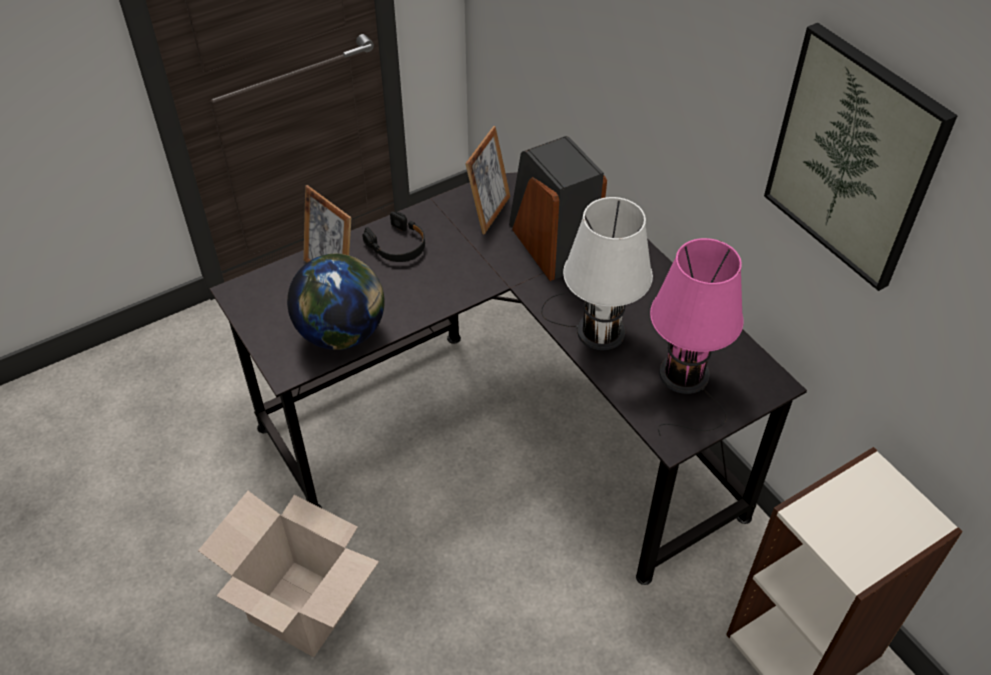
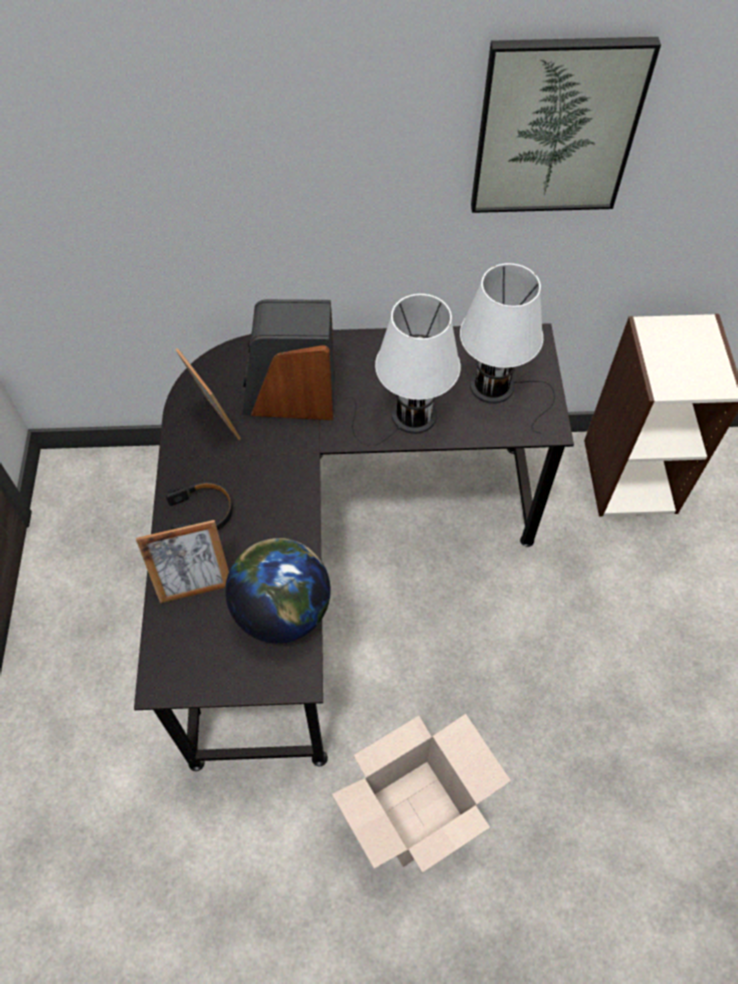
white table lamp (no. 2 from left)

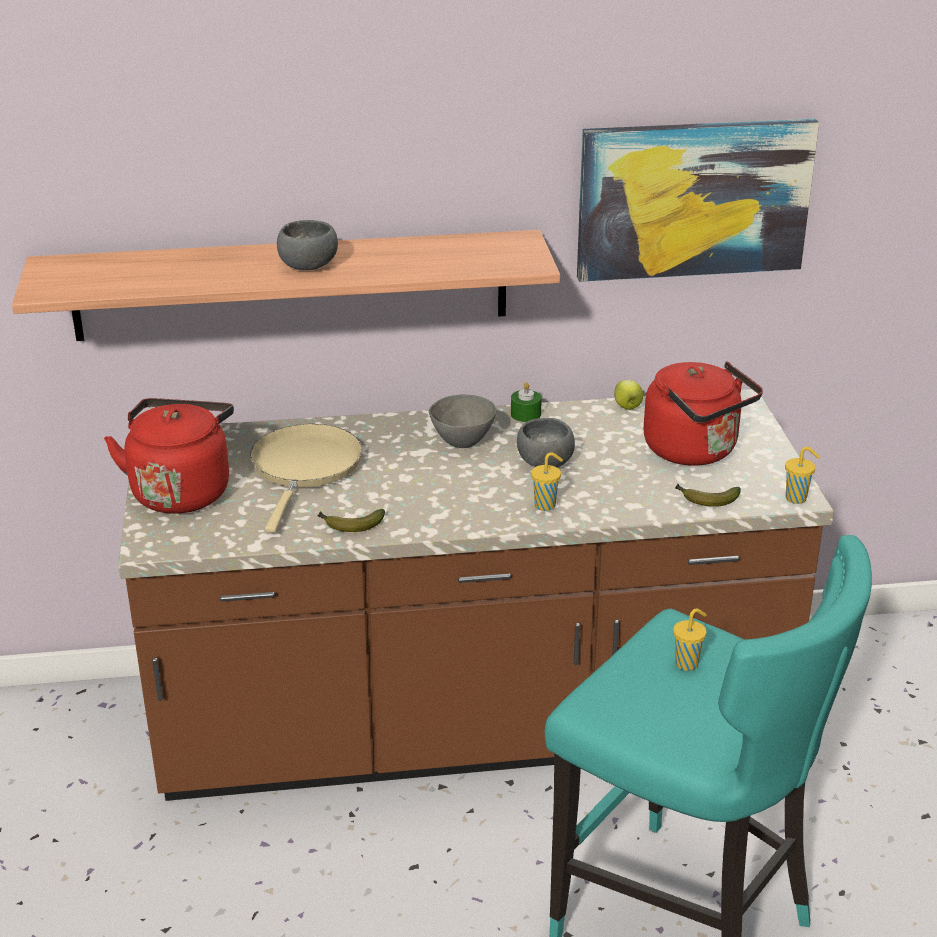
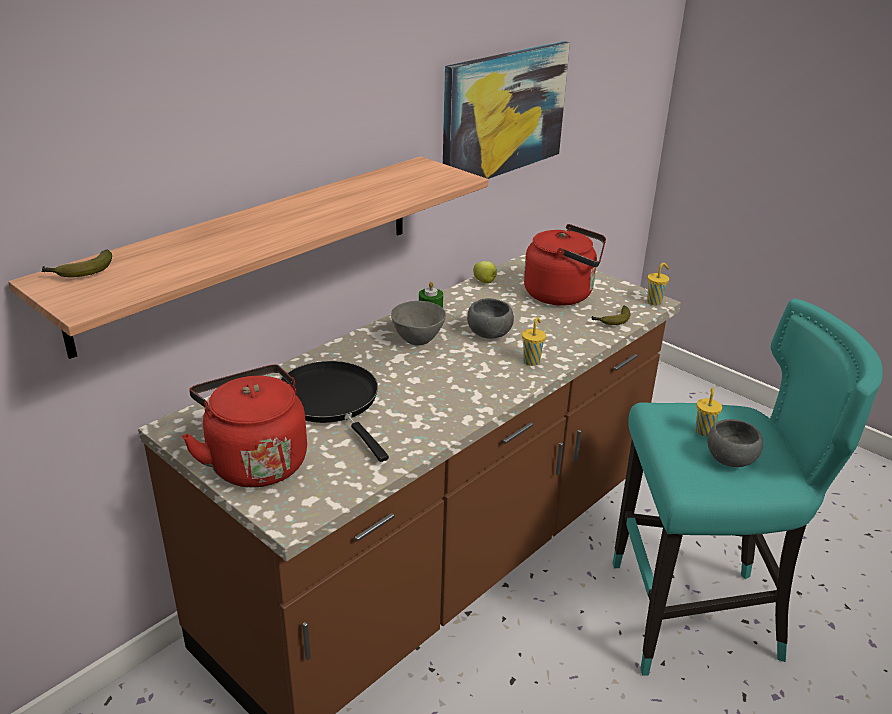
banana (no. 1 from left)
black frying pan
grey bowl (no. 3 from left)

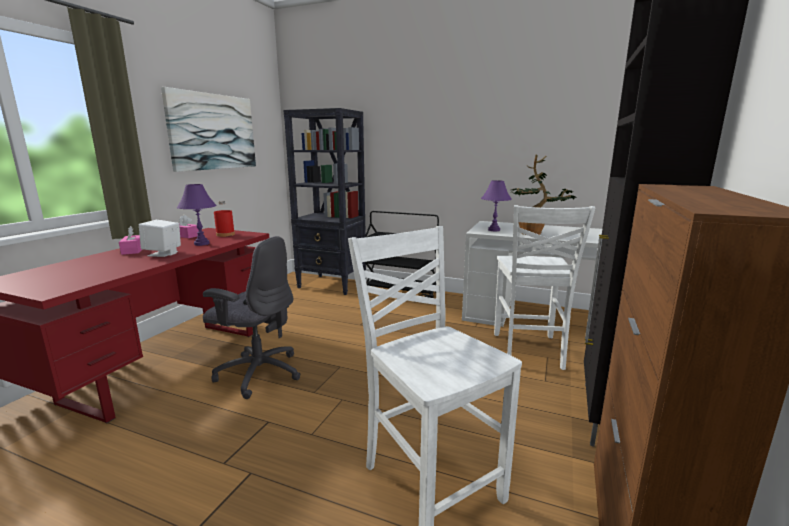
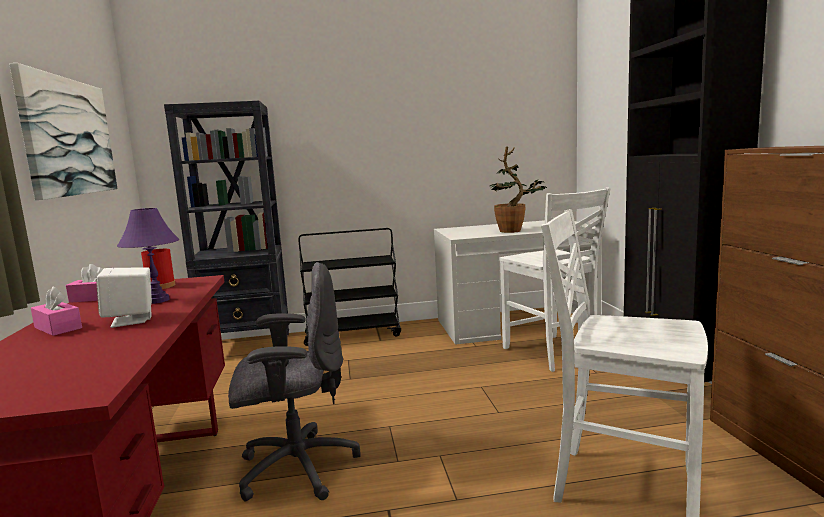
purple table lamp (no. 2 from left in the first image)

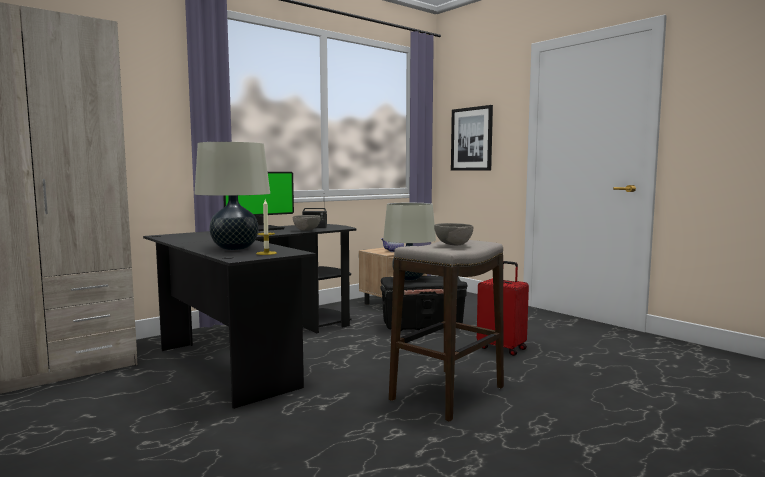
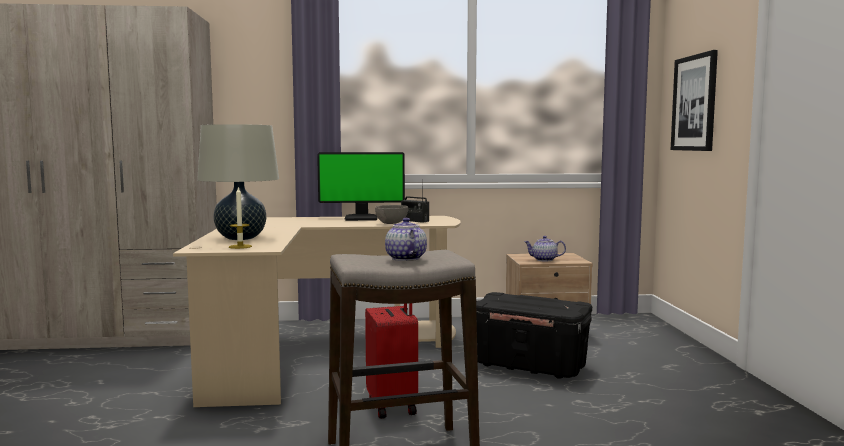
beige desk
red suitcase
teapot (no. 1 from left)
beige table lamp (no. 2 from left in the first image)

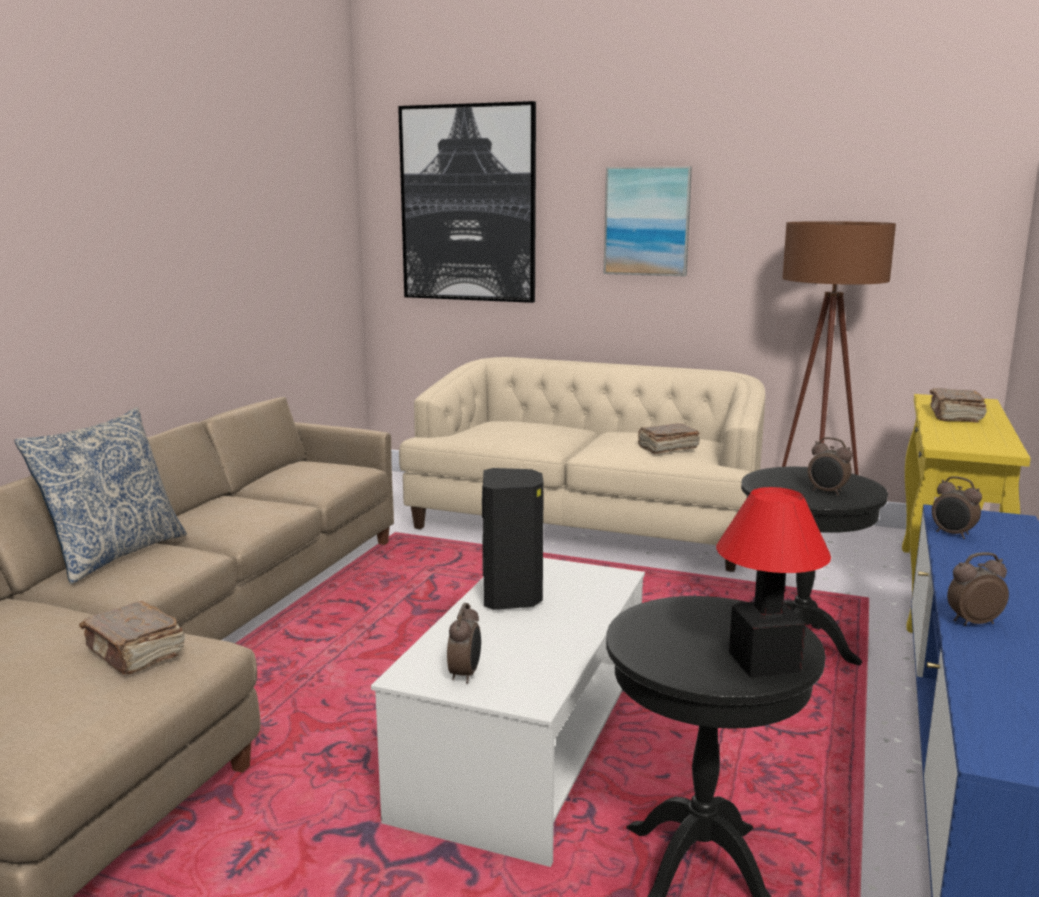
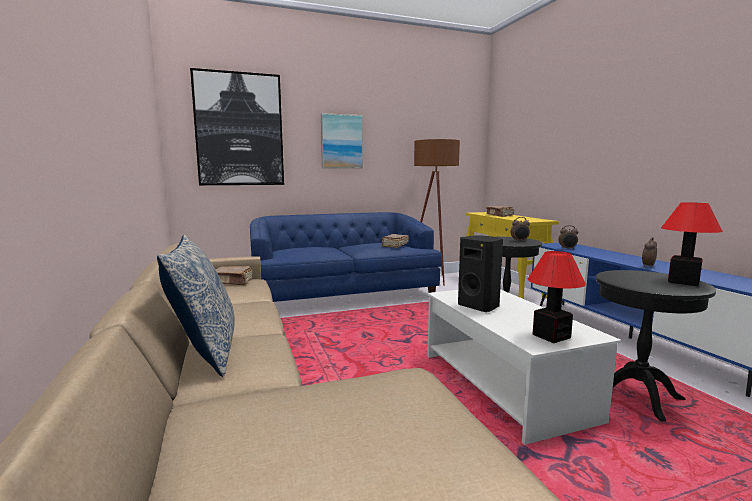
brown book (no. 1 from left)
blue sofa
table lamp (no. 1 from left)

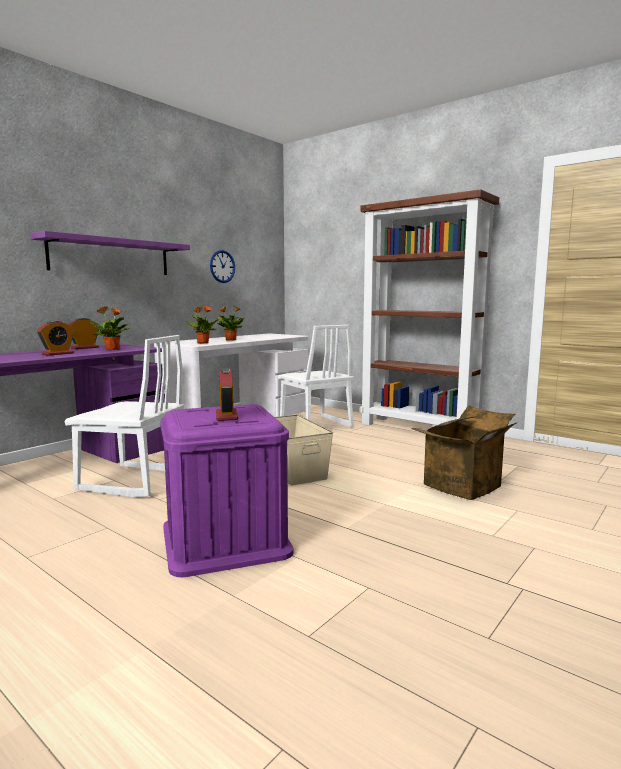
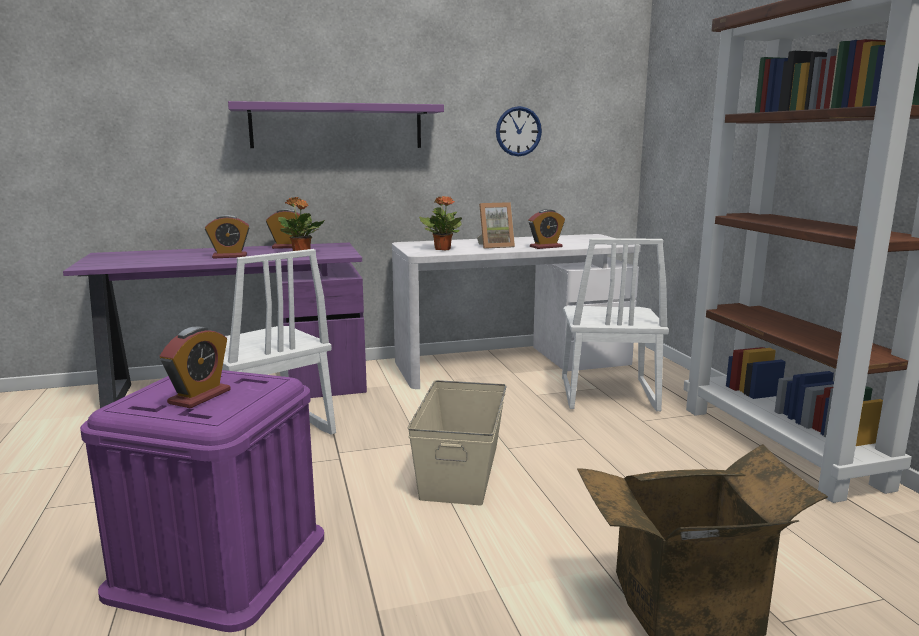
picture frame
alarm clock (no. 4 from left)

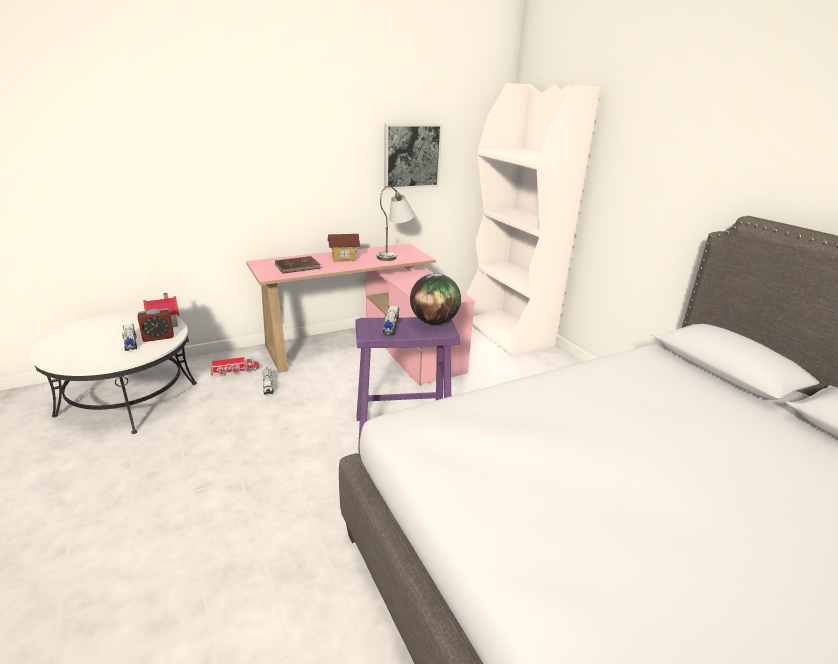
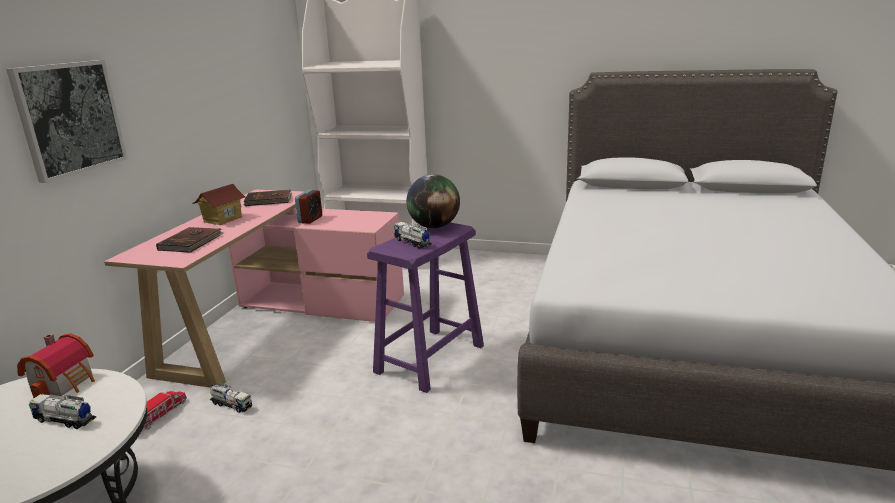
picture
brown book (no. 2 from left)
alarm clock

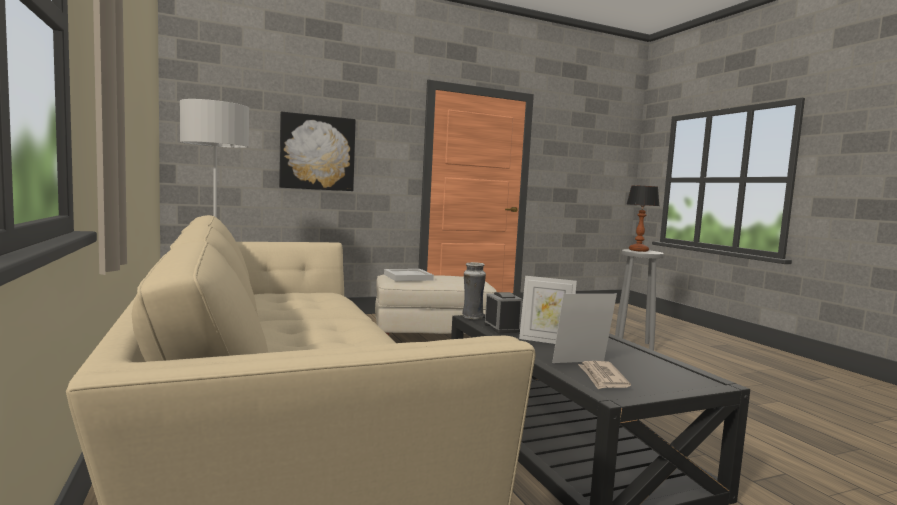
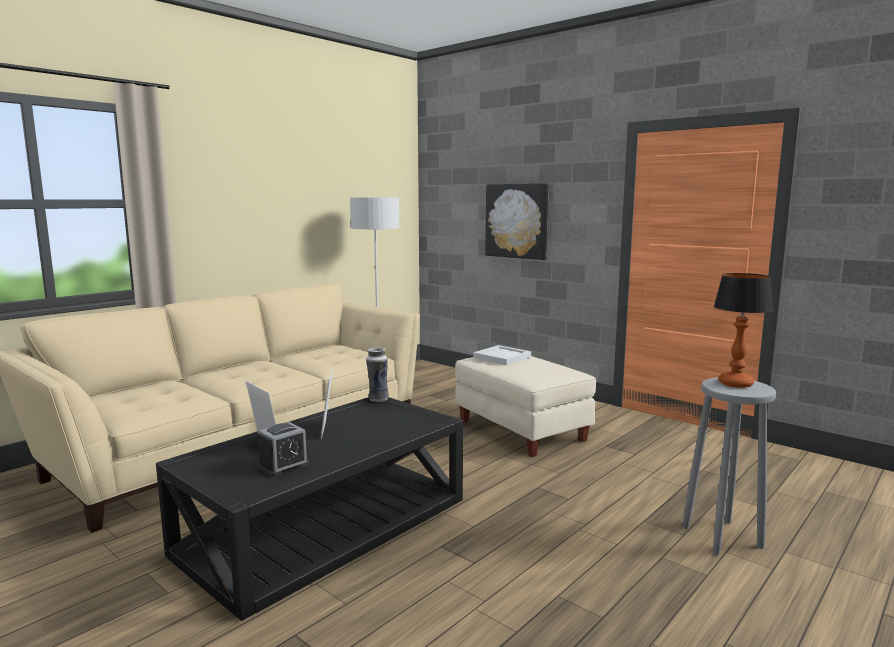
alarm clock
newspaper

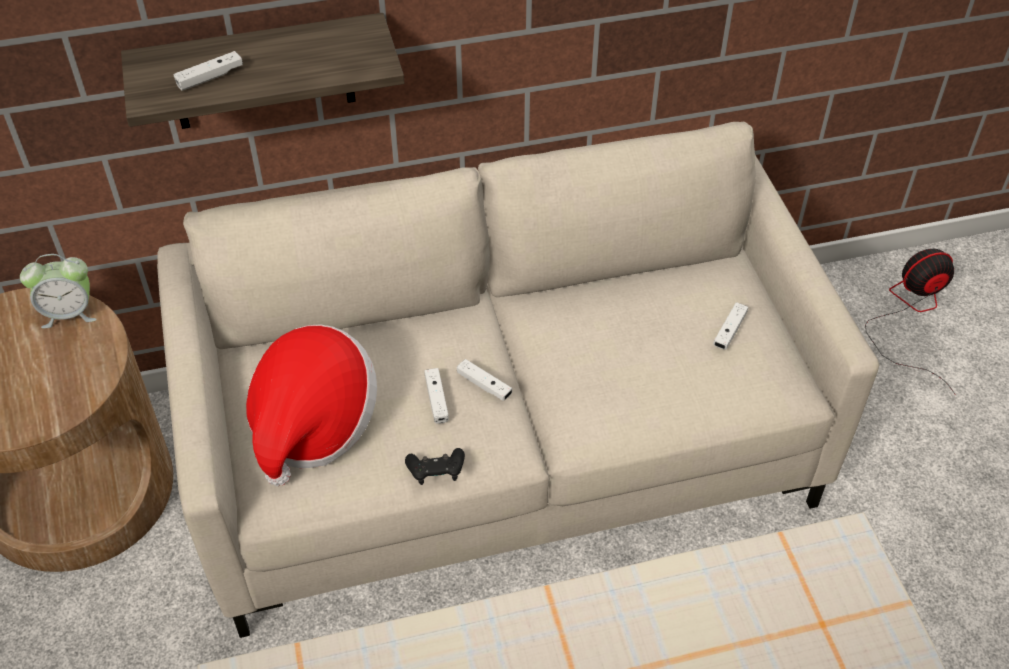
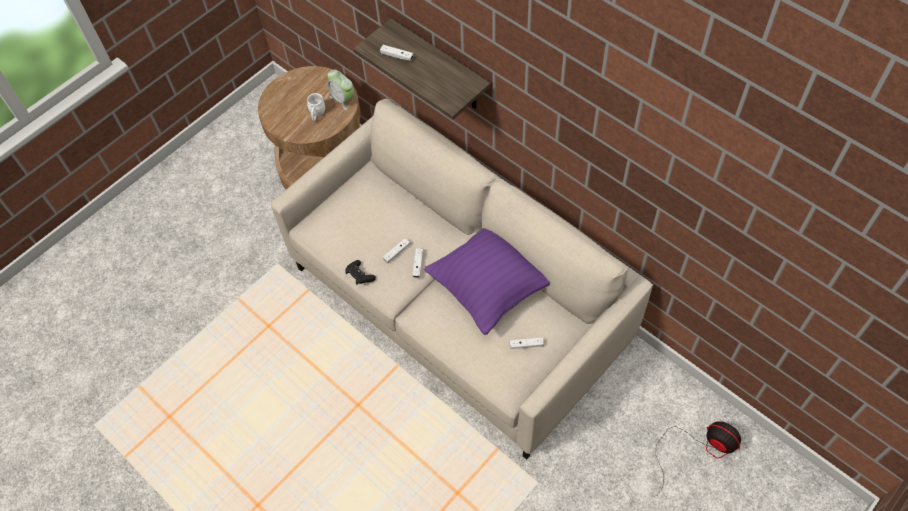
white mug
purple pillow
hat

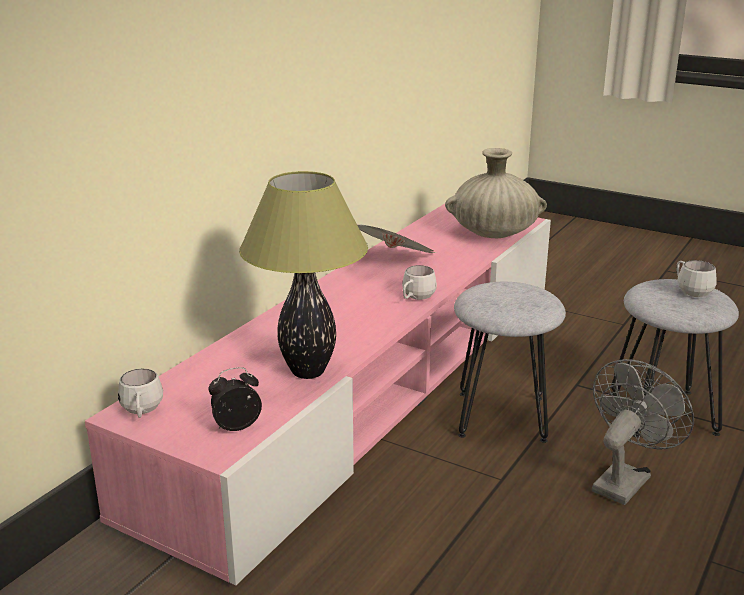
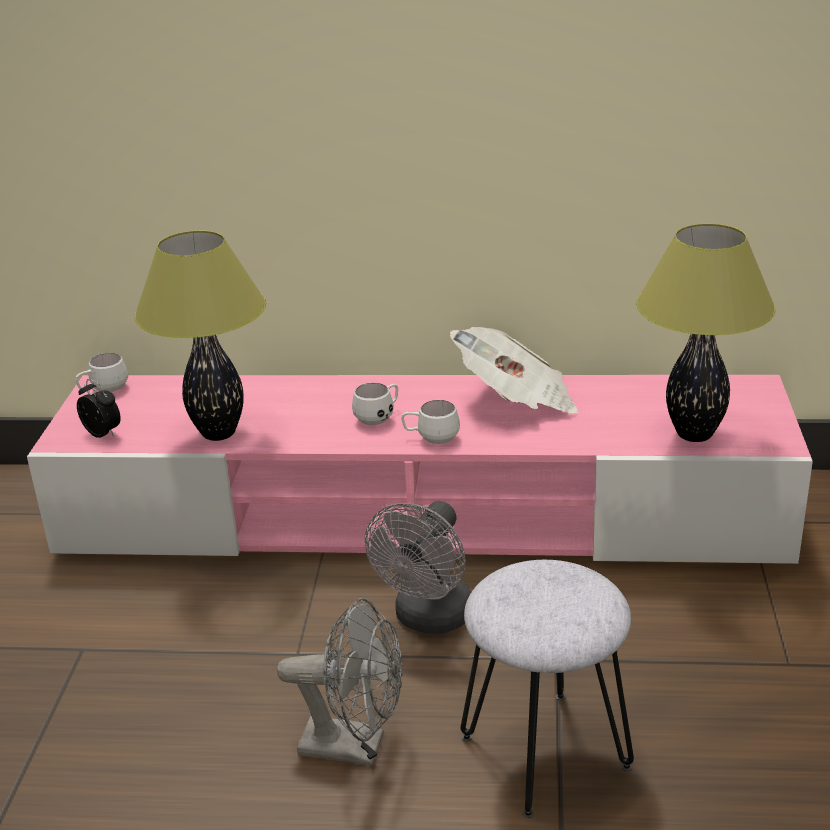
white mug (no. 2 from left)
grey fan (no. 2 from left)
table lamp (no. 2 from left)

